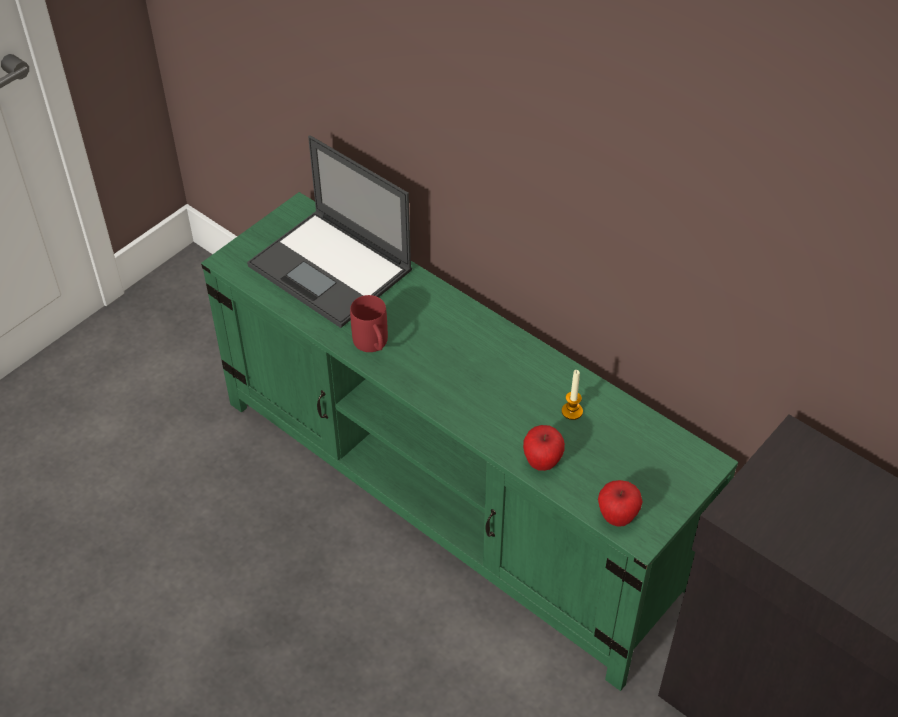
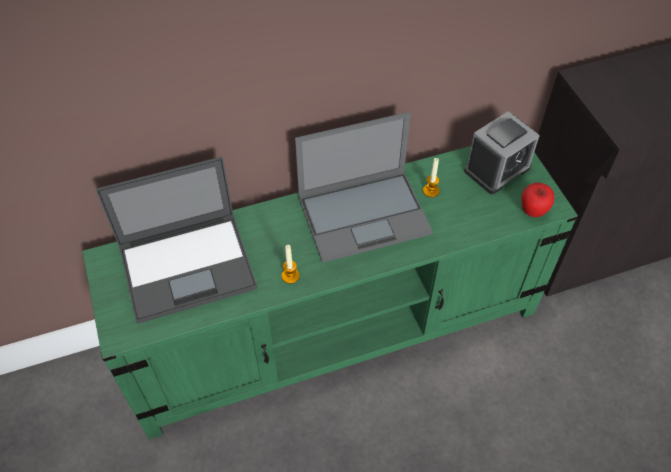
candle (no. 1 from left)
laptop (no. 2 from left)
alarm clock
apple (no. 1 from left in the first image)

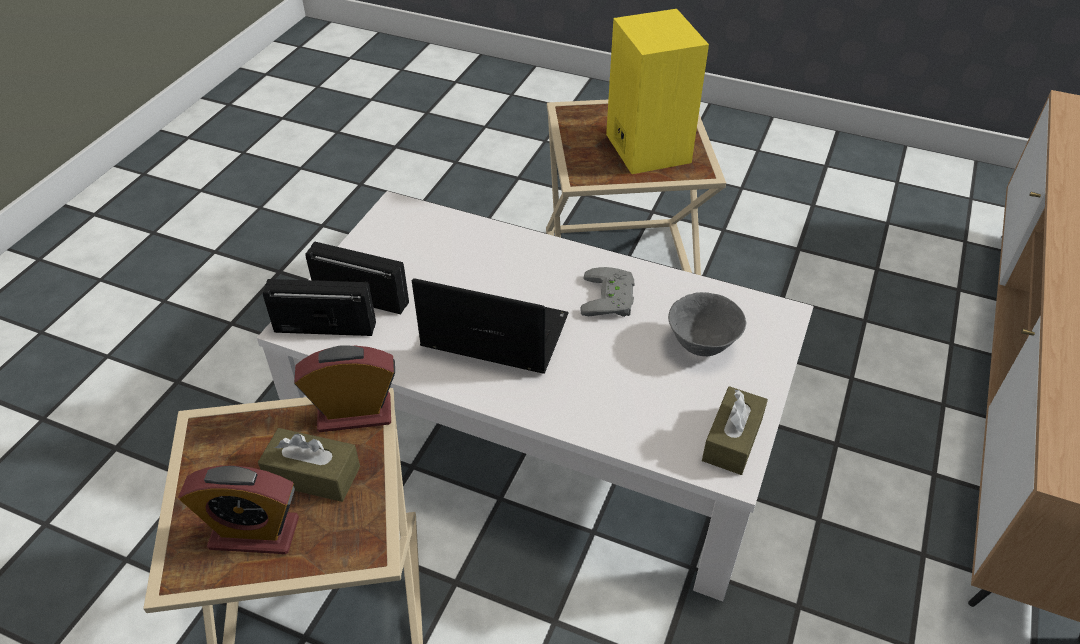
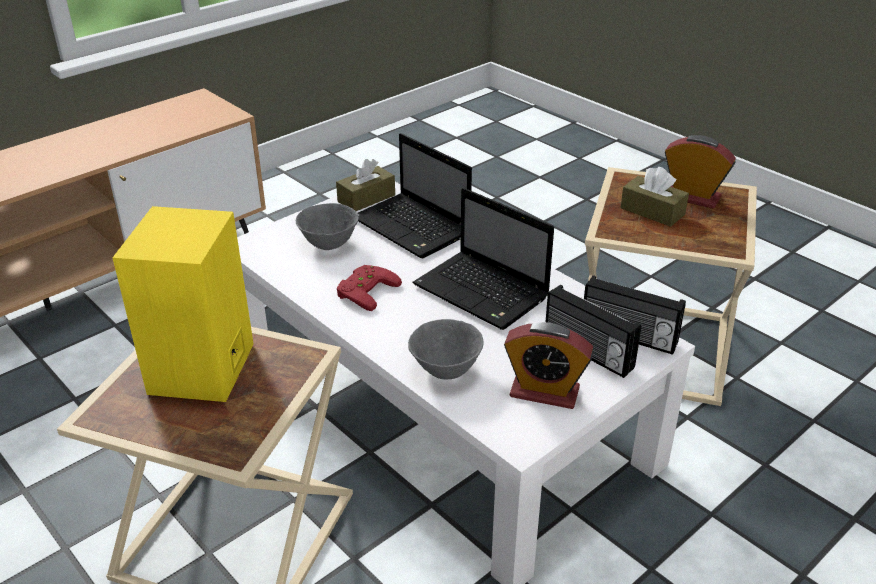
red game controller
laptop (no. 1 from left)
grey bowl (no. 2 from left)
alarm clock (no. 1 from left)

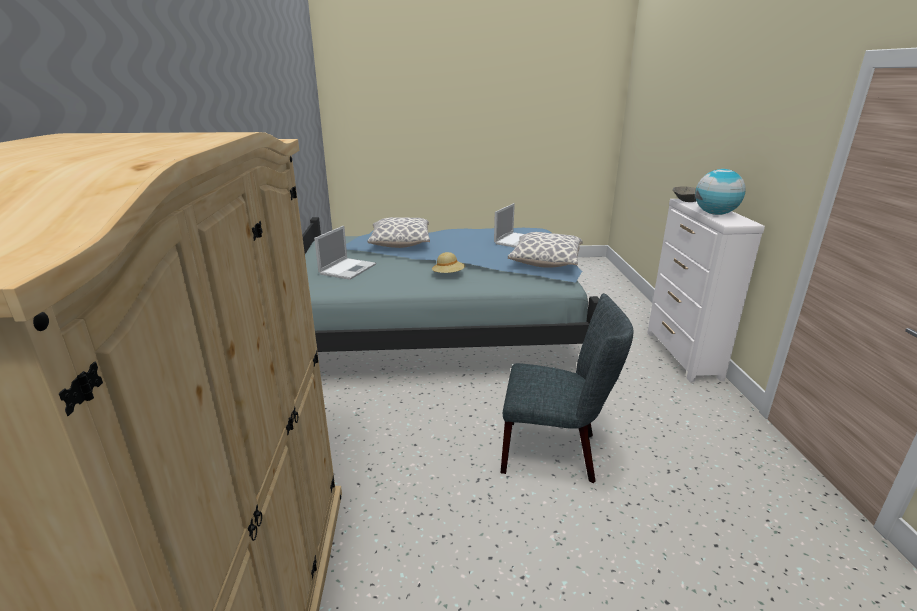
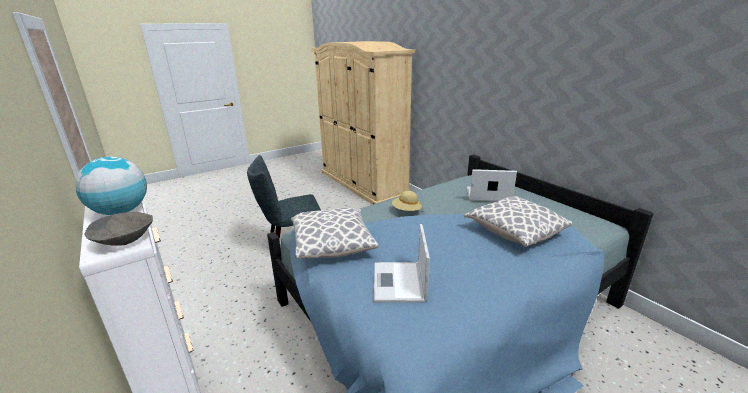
laptop (no. 2 from left)

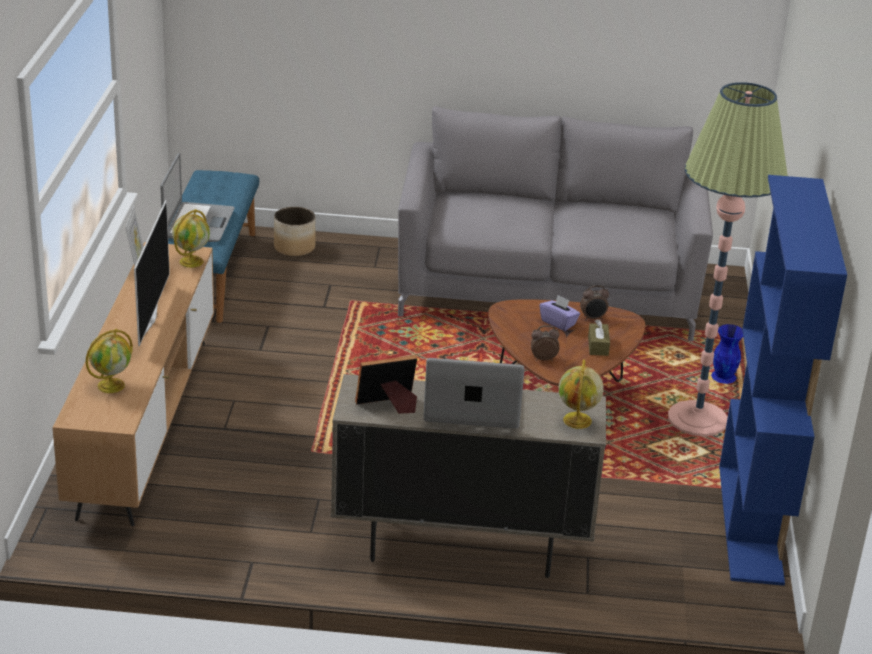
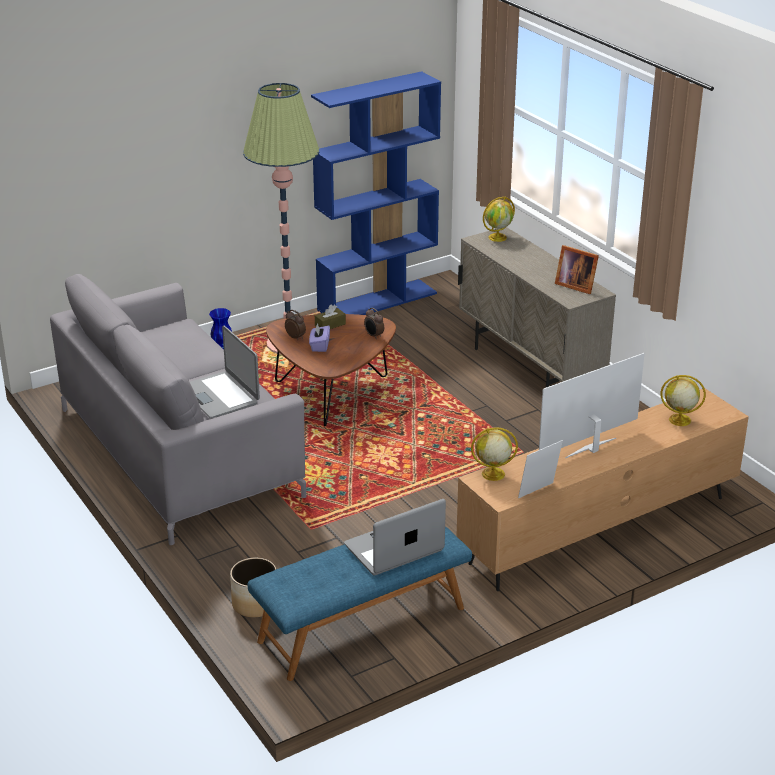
laptop (no. 1 from left)

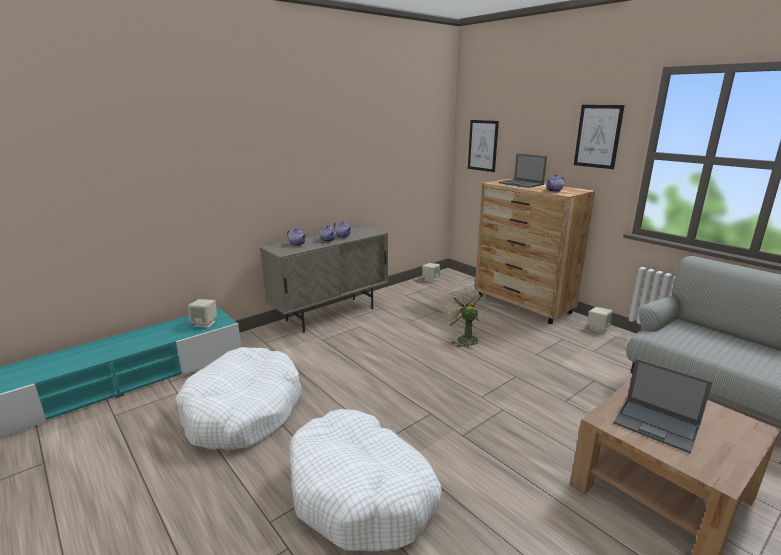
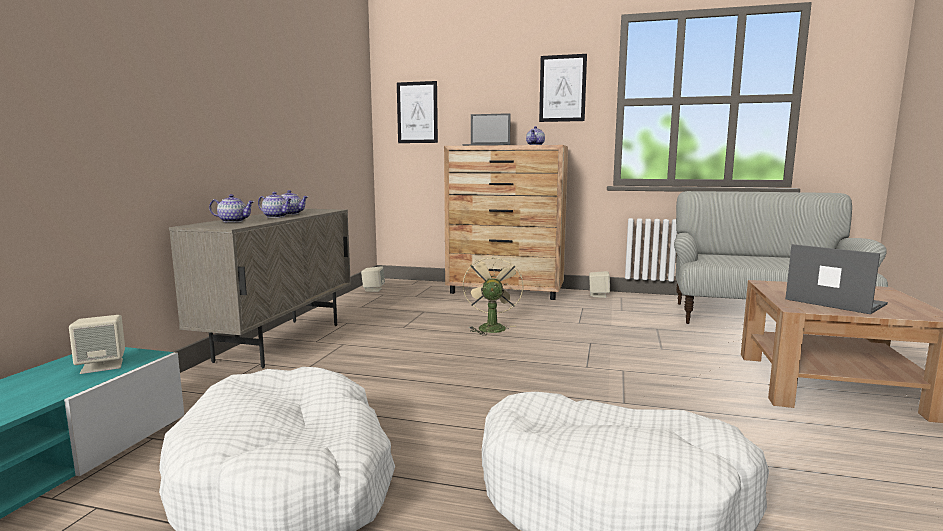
beige fan
laptop (no. 2 from left)

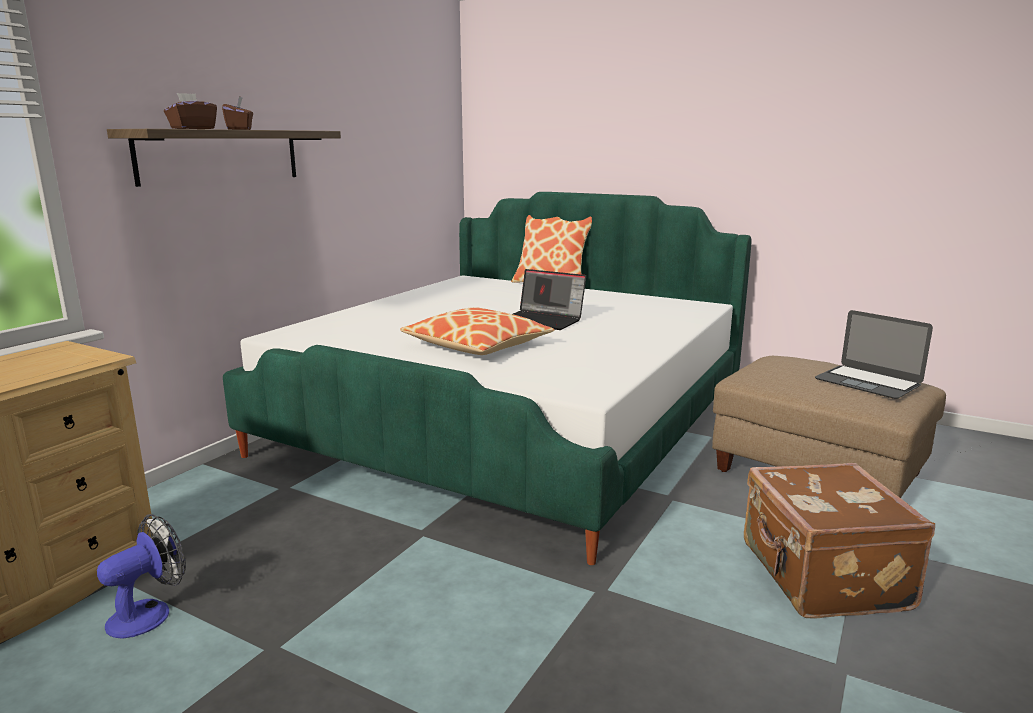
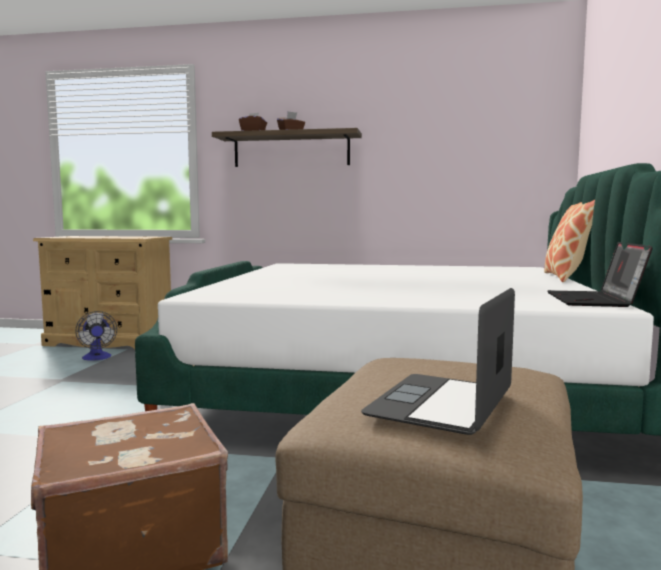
fan
laptop (no. 2 from left)
pillow (no. 1 from left in the first image)

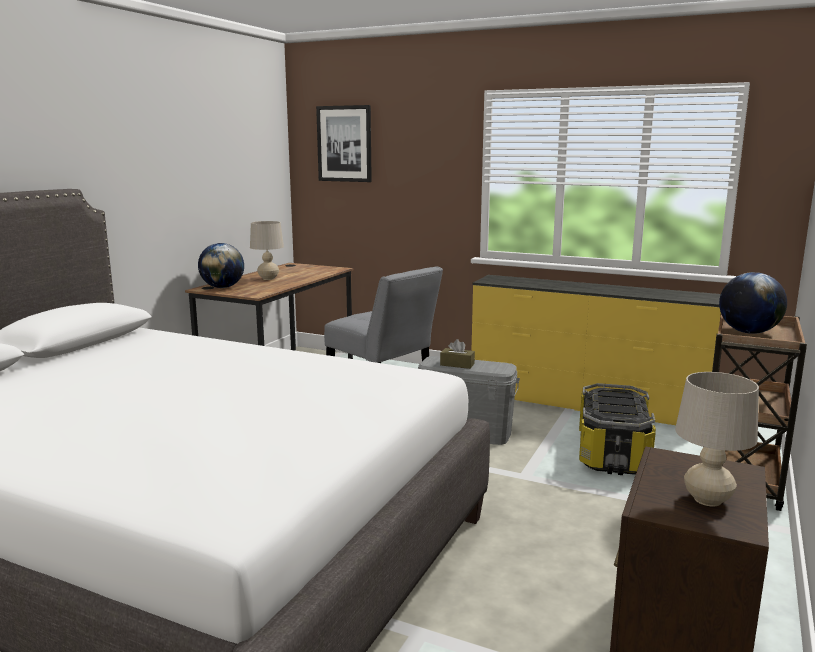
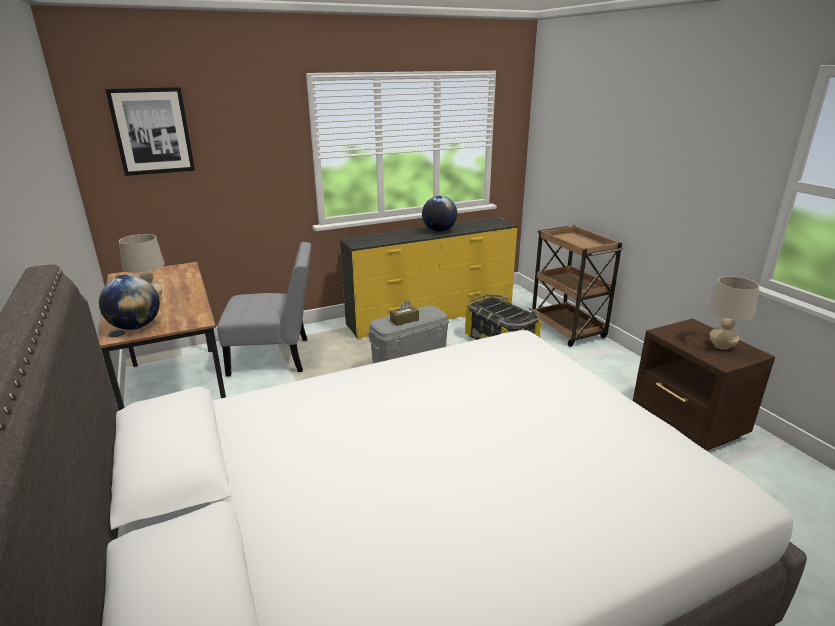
globe (no. 2 from left)

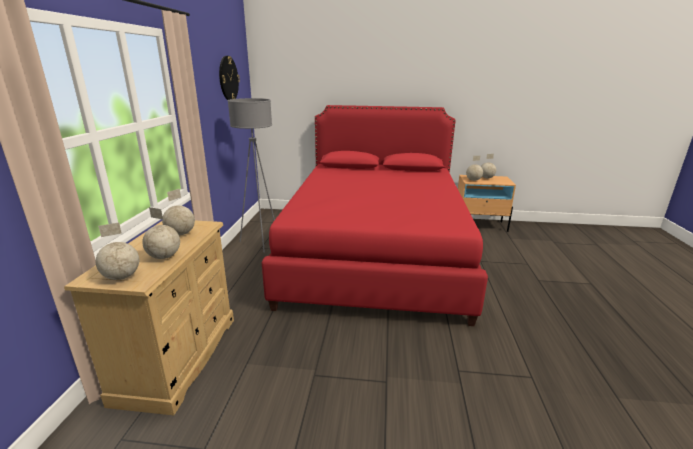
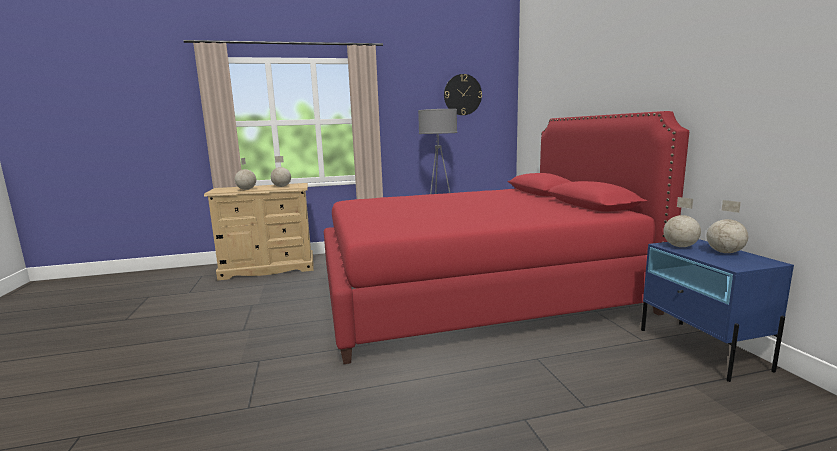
blue nightstand
globe (no. 1 from left in the first image)

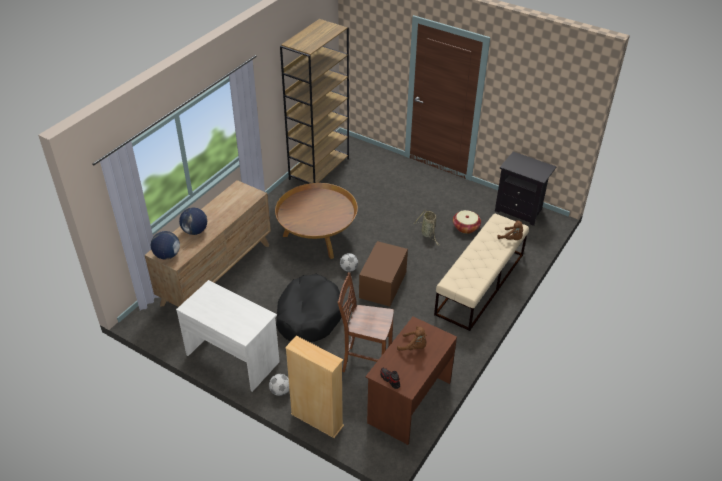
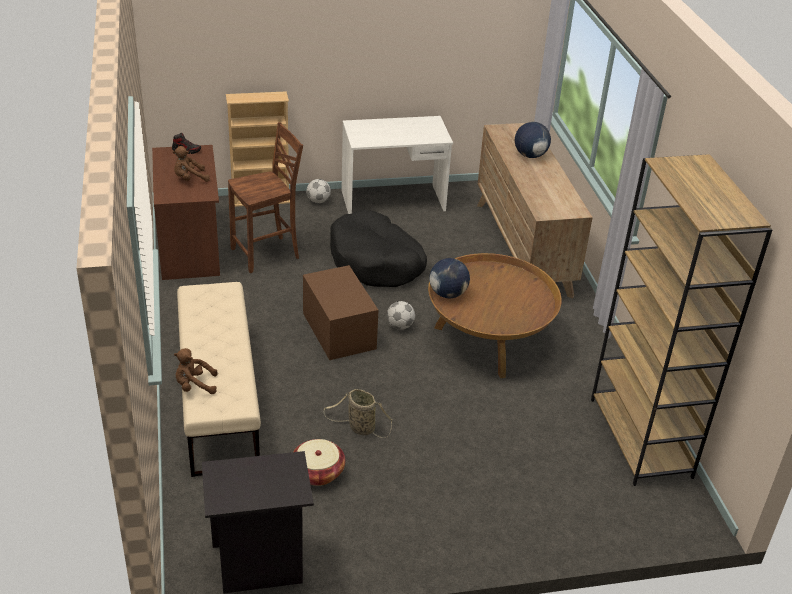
globe (no. 1 from left)

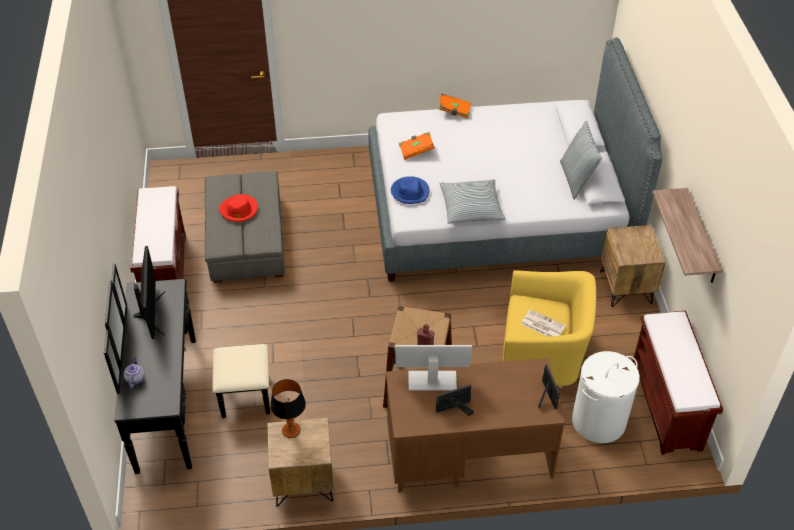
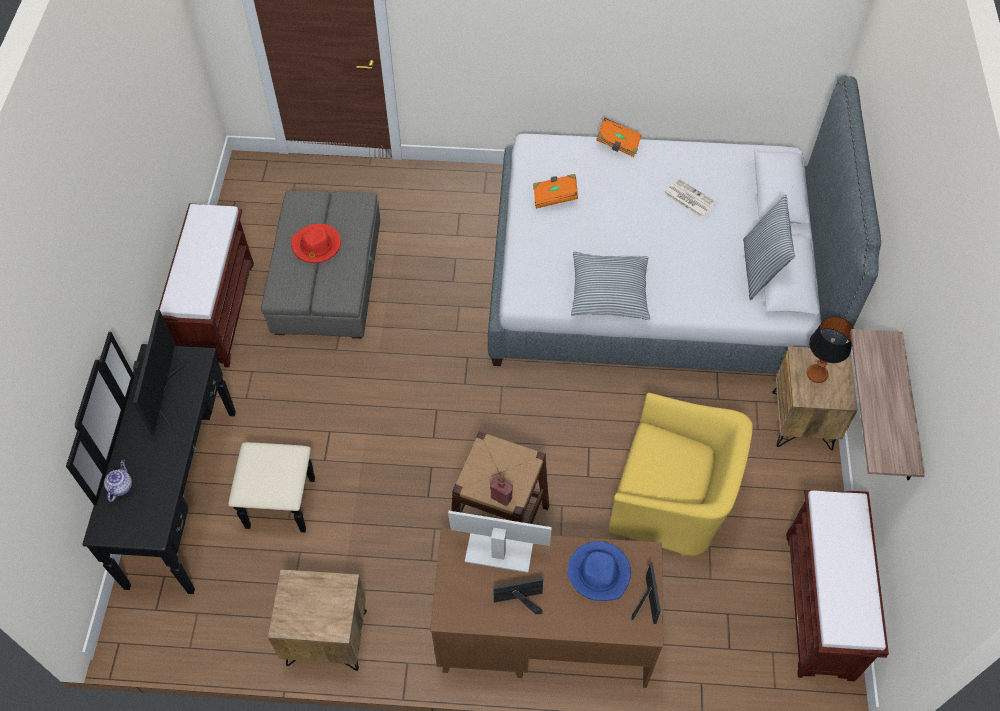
blue hat
newspaper
table lamp
white laundry basket

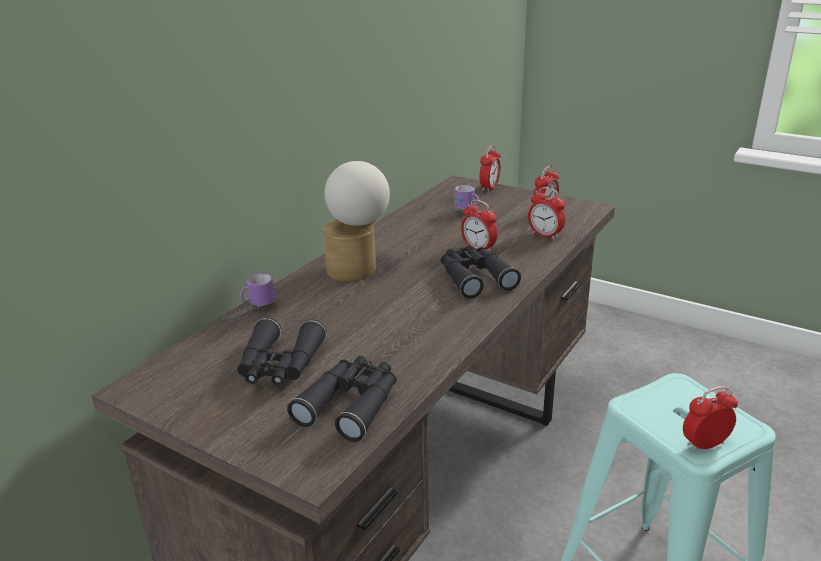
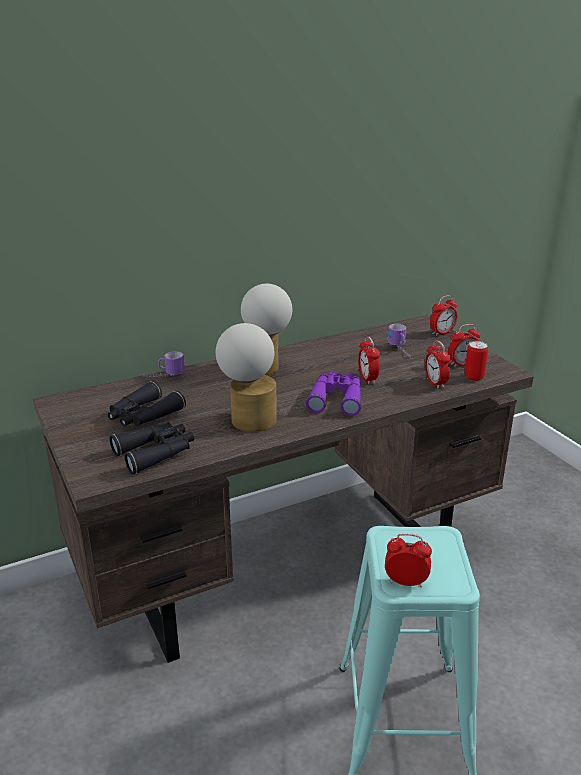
table lamp (no. 1 from left)
purple binoculars
can

